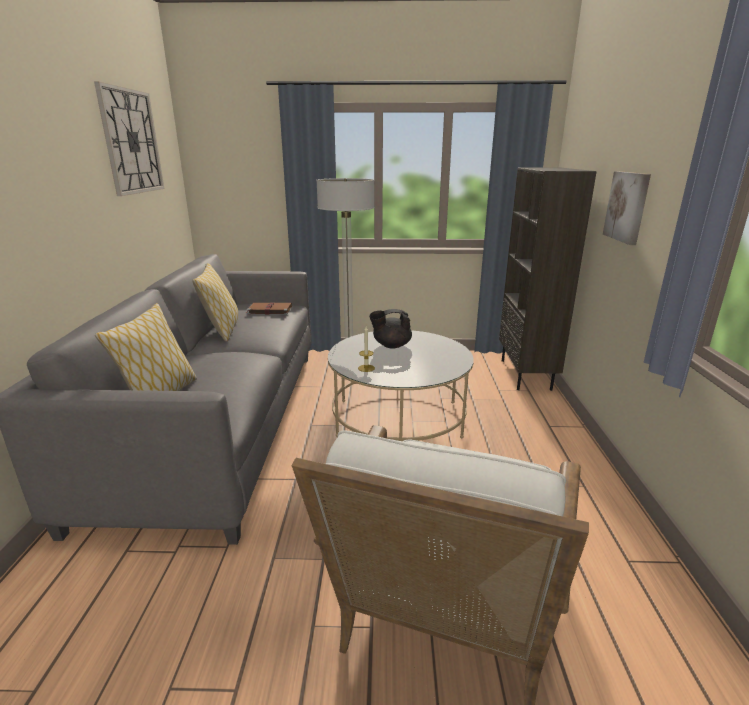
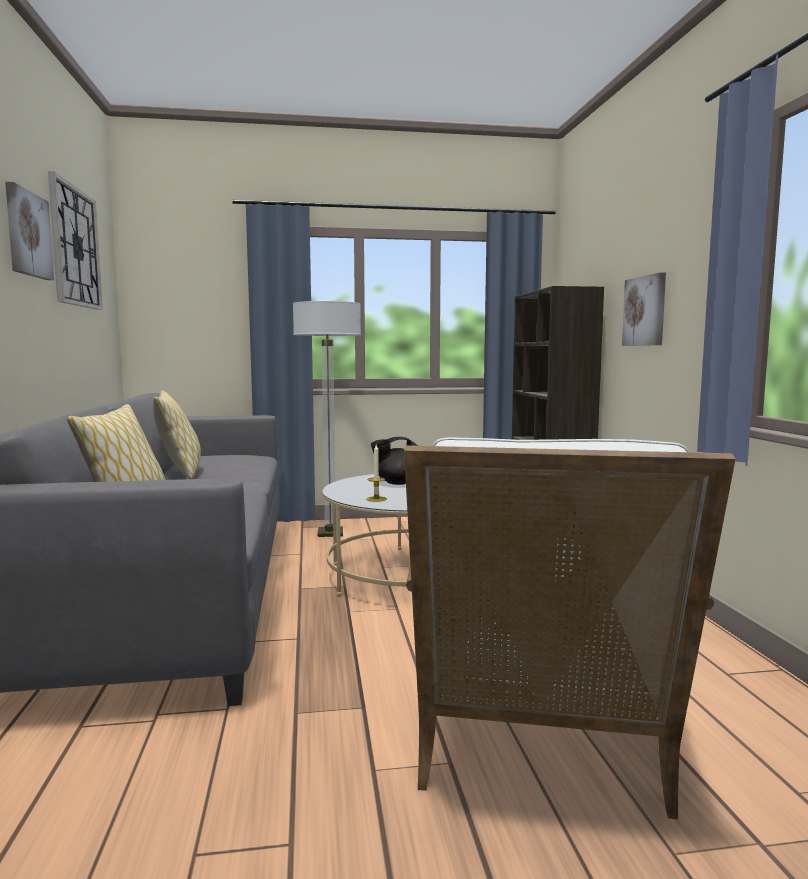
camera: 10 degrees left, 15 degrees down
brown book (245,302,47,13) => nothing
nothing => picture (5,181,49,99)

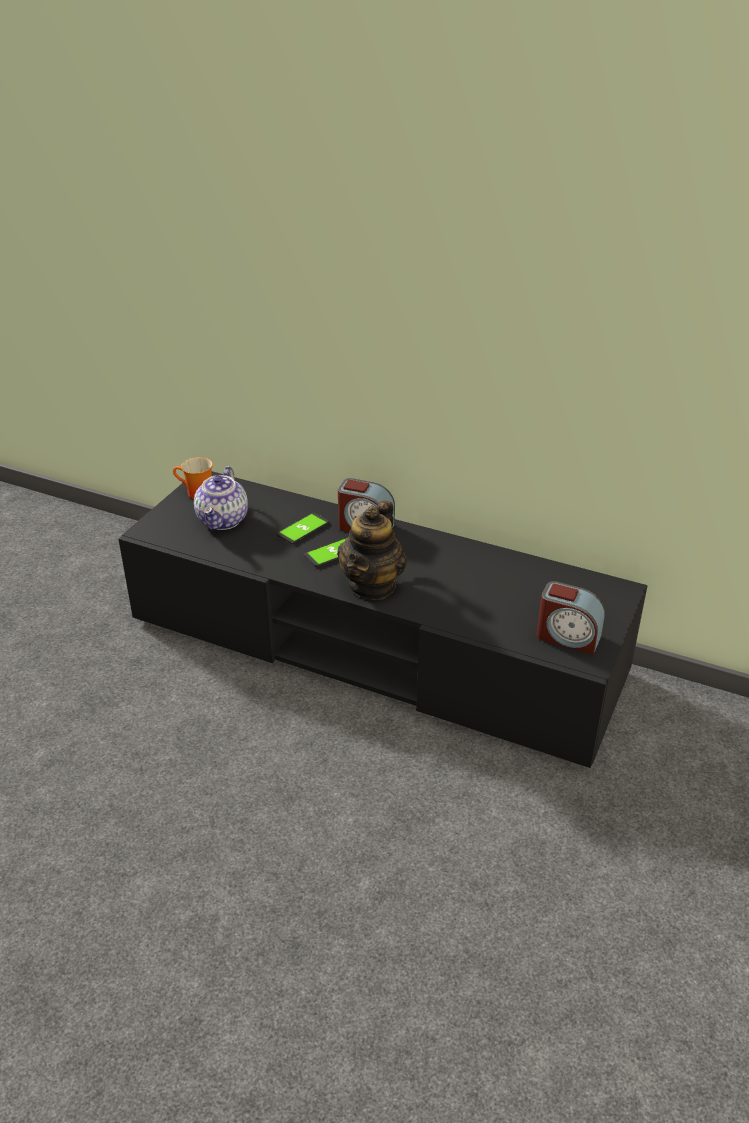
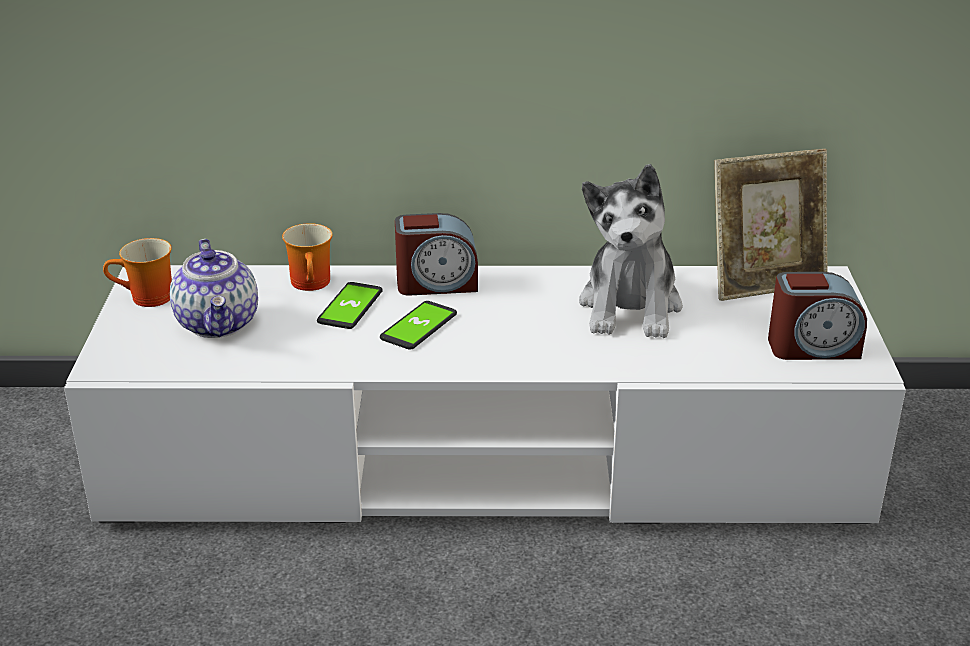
camera: 25 degrees left, 5 degrees down
black tv stand (118,471,530,297) => white tv stand (64,265,842,259)
teapot (337,500,70,100) => nothing
nothing => picture frame (714,149,114,152)
nothing => plush toy (579,164,104,174)
nothing => mug (282,223,51,68)

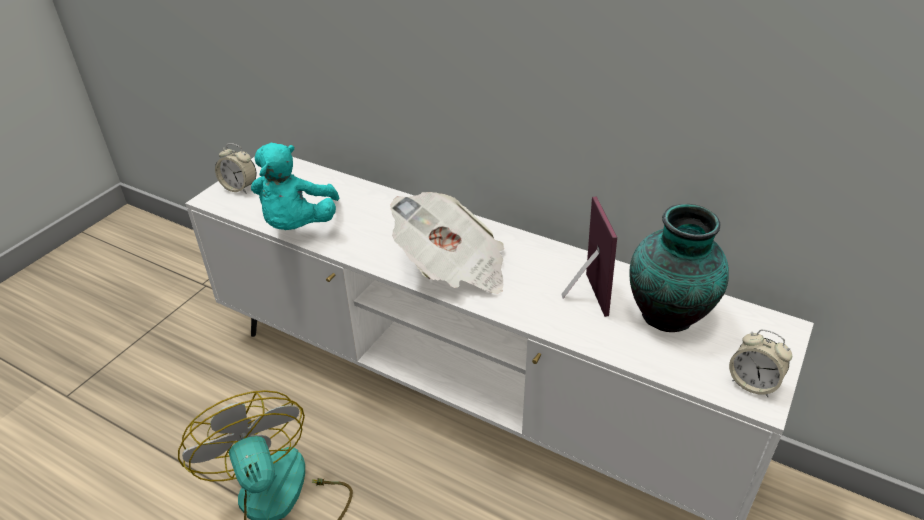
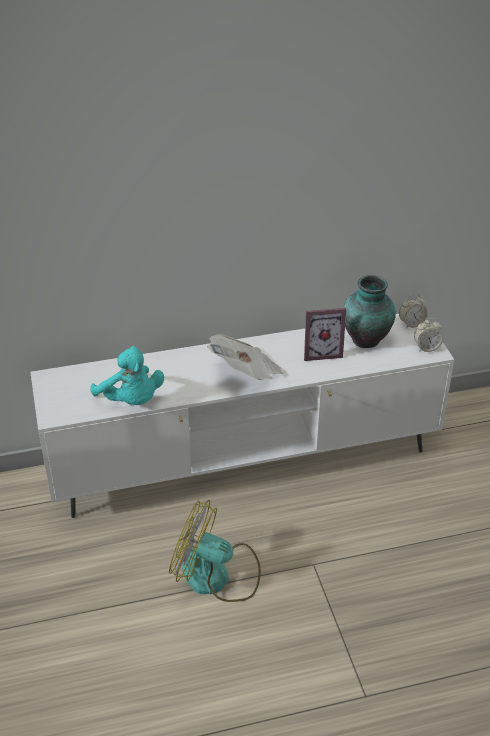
camera: 45 degrees left, 0 degrees up
alarm clock (215,143,41,51) => alarm clock (399,294,28,34), move
picture frame (561,196,56,121) => picture frame (304,308,42,53), 135 degrees clockwise

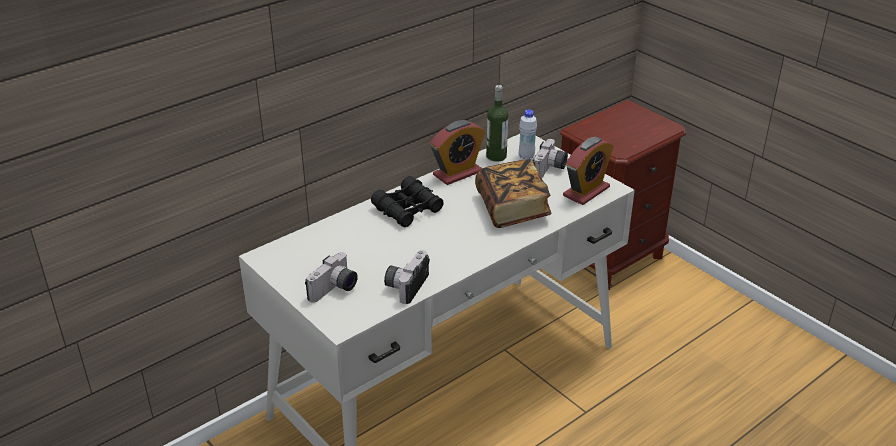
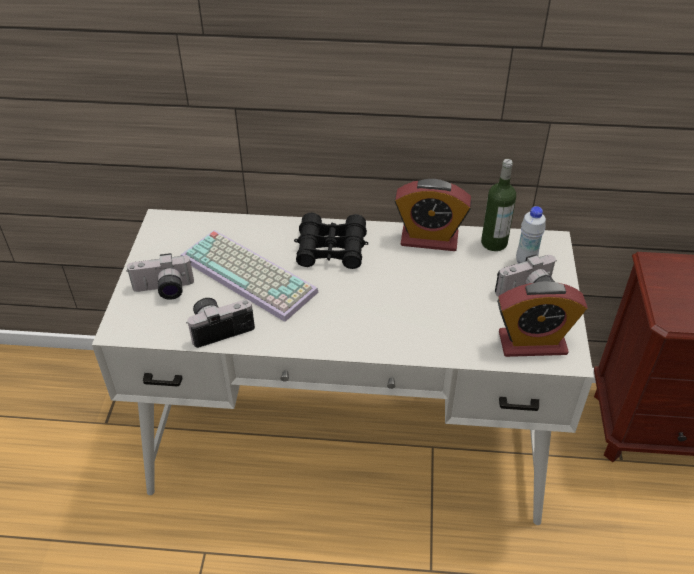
camera: 45 degrees right, 10 degrees up
book (475,159,77,69) => nothing
nothing => keyboard (181,230,138,92)

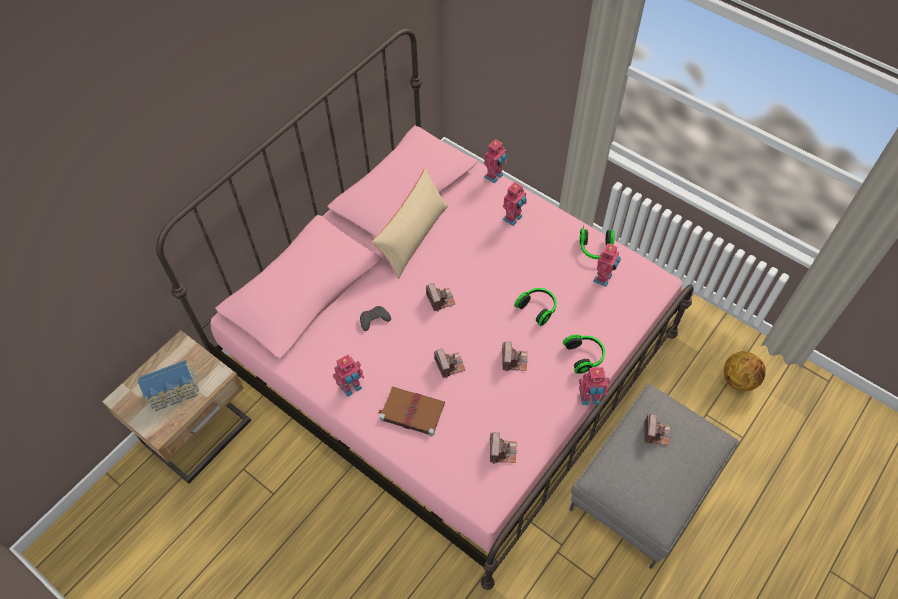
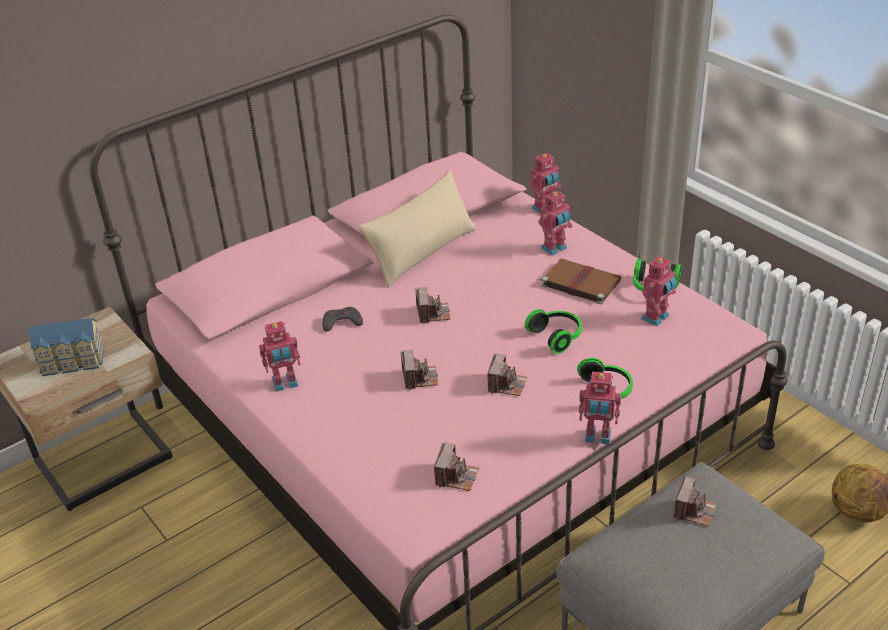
camera: 15 degrees right, 20 degrees down
brown book (378,386,67,50) => brown book (541,259,80,45), move

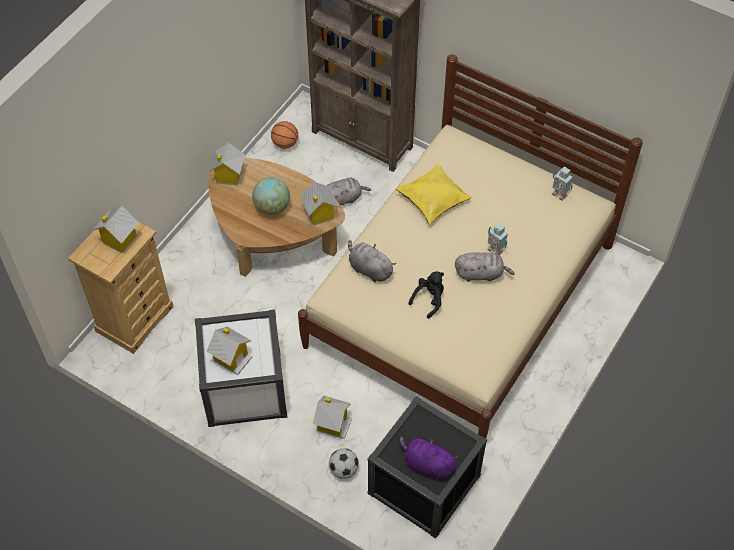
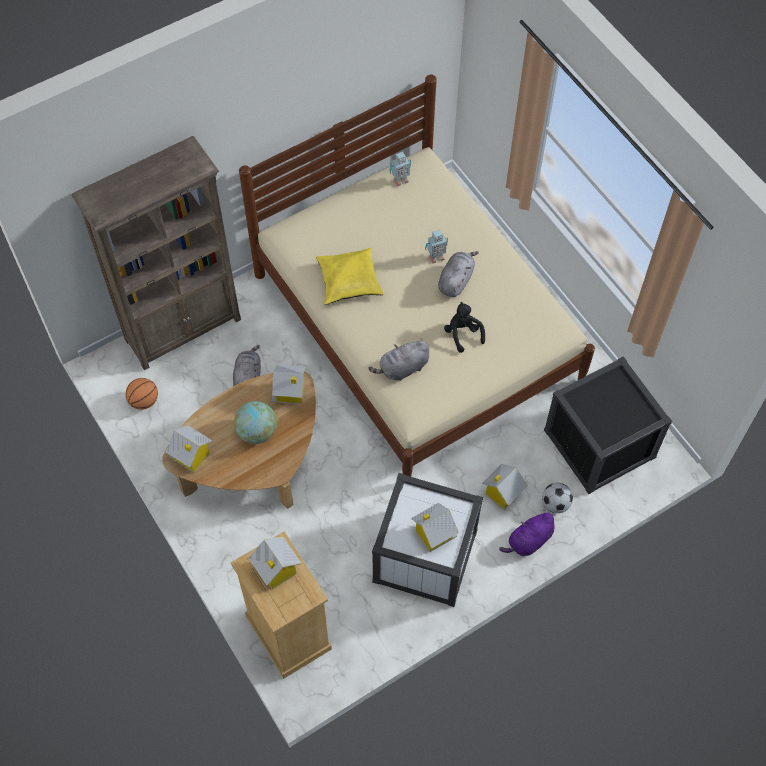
camera: 65 degrees left, 5 degrees up
purple plush toy (399,436,59,43) => purple plush toy (499,510,56,46), move

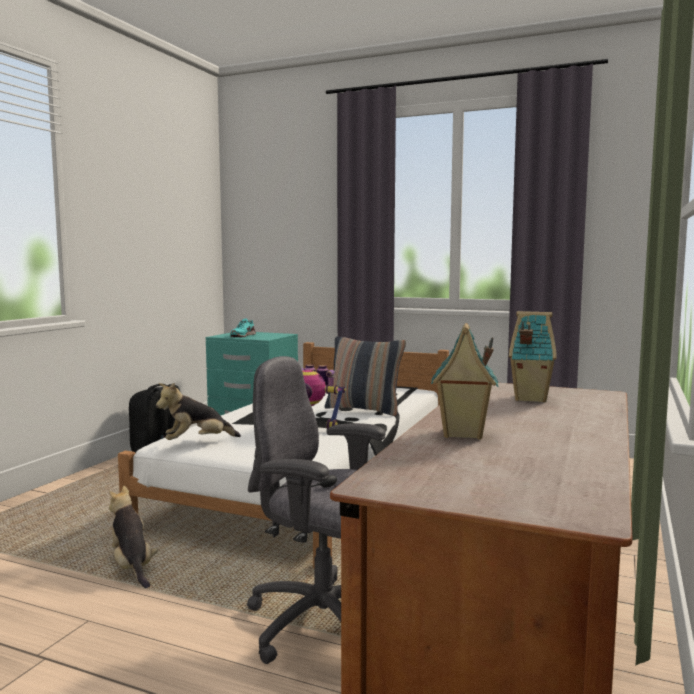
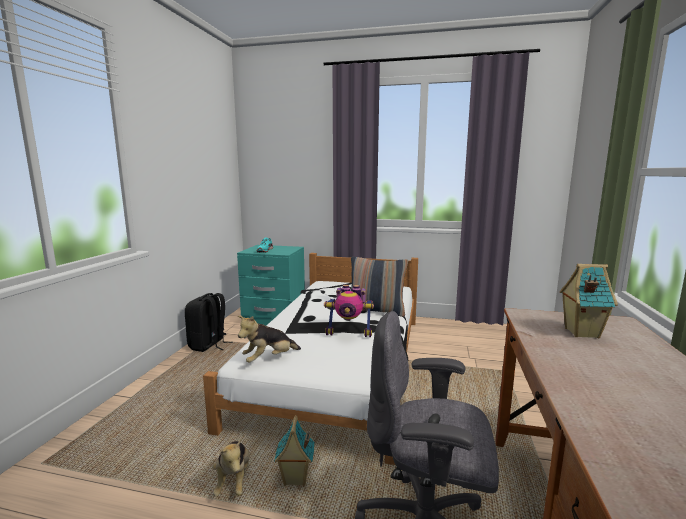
camera: 10 degrees left, 5 degrees up
toy house (431,323,67,117) => toy house (274,415,41,71), move
plush toy (109,486,49,102) => plush toy (212,439,38,57), 150 degrees counterclockwise

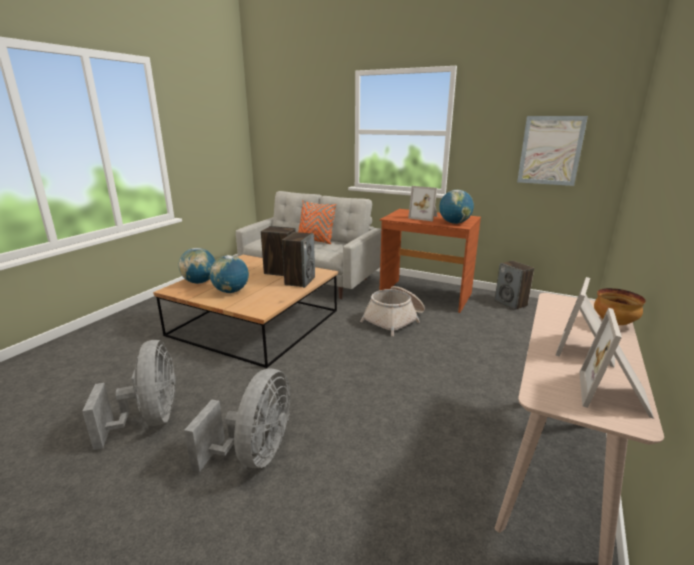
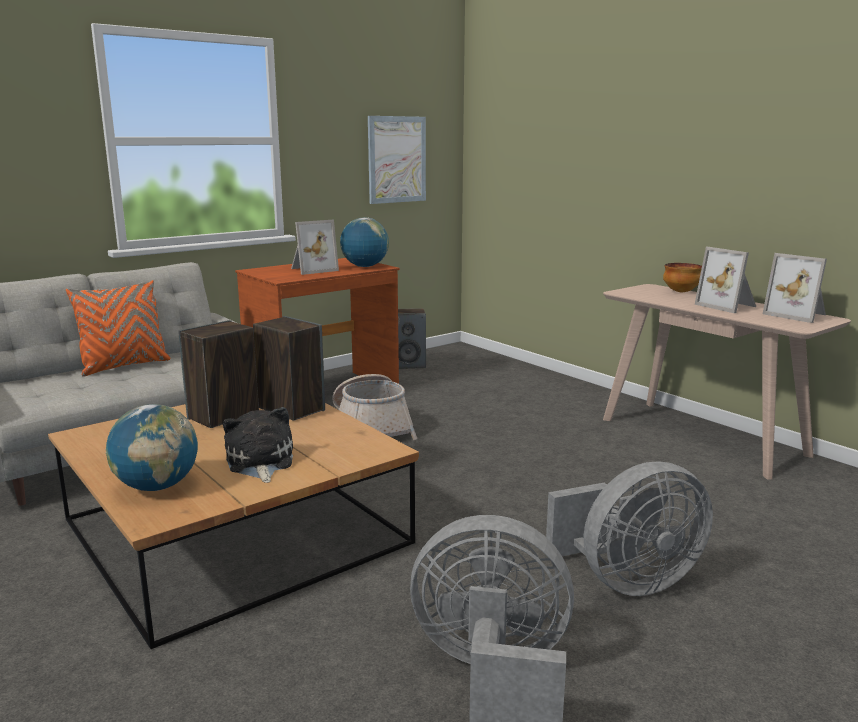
camera: 65 degrees left, 5 degrees down
globe (210,255,39,38) => plush toy (223,407,70,76)
grey fan (184,369,106,103) => grey fan (546,462,167,134), 120 degrees clockwise

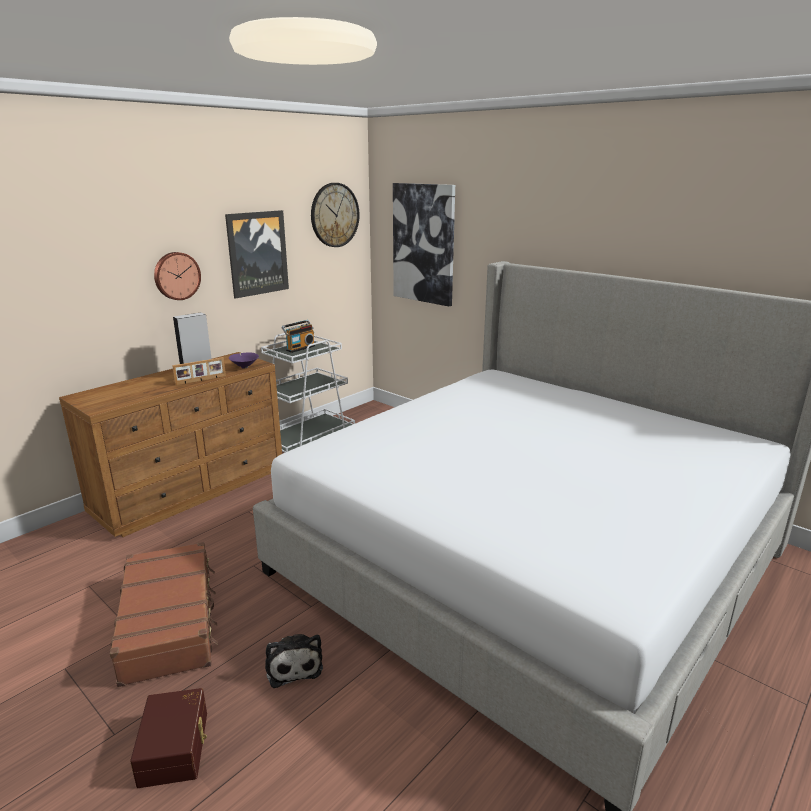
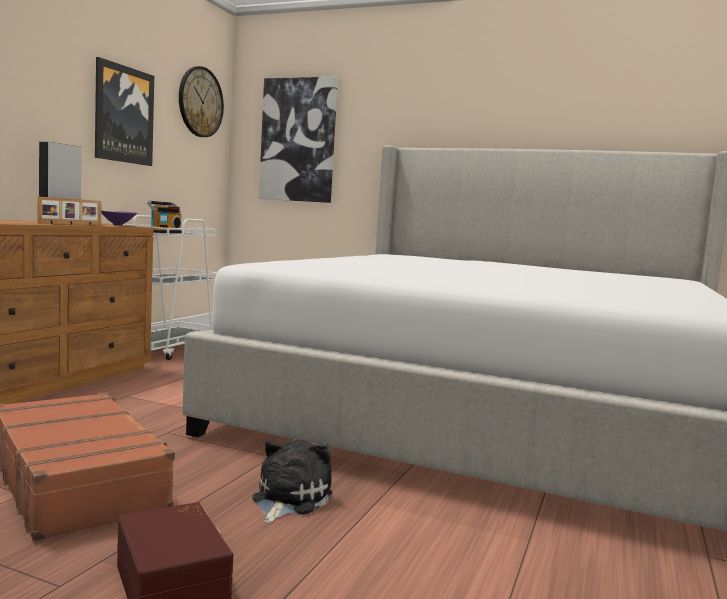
camera: 20 degrees left, 15 degrees down
wall clock (154,252,47,48) => nothing
plush toy (265,634,58,54) => plush toy (252,439,81,85), 120 degrees counterclockwise

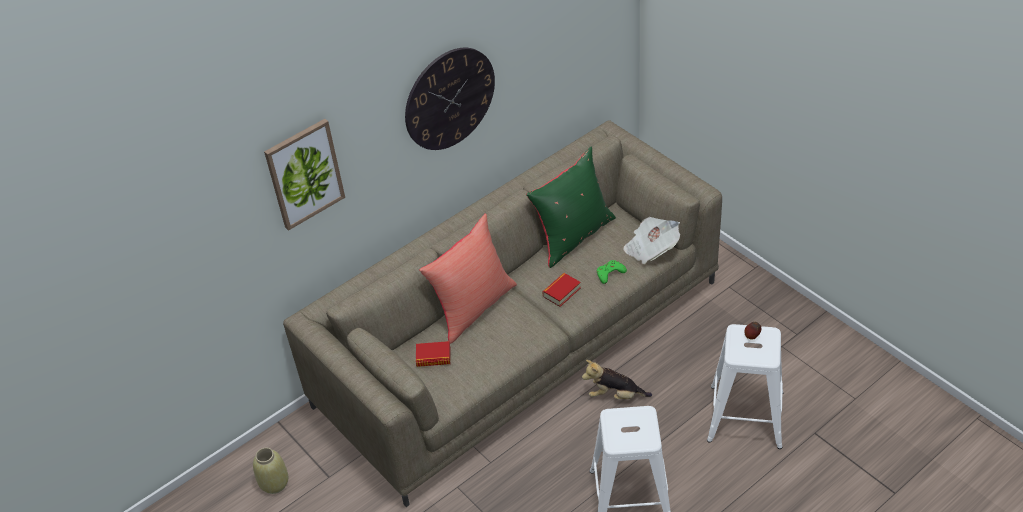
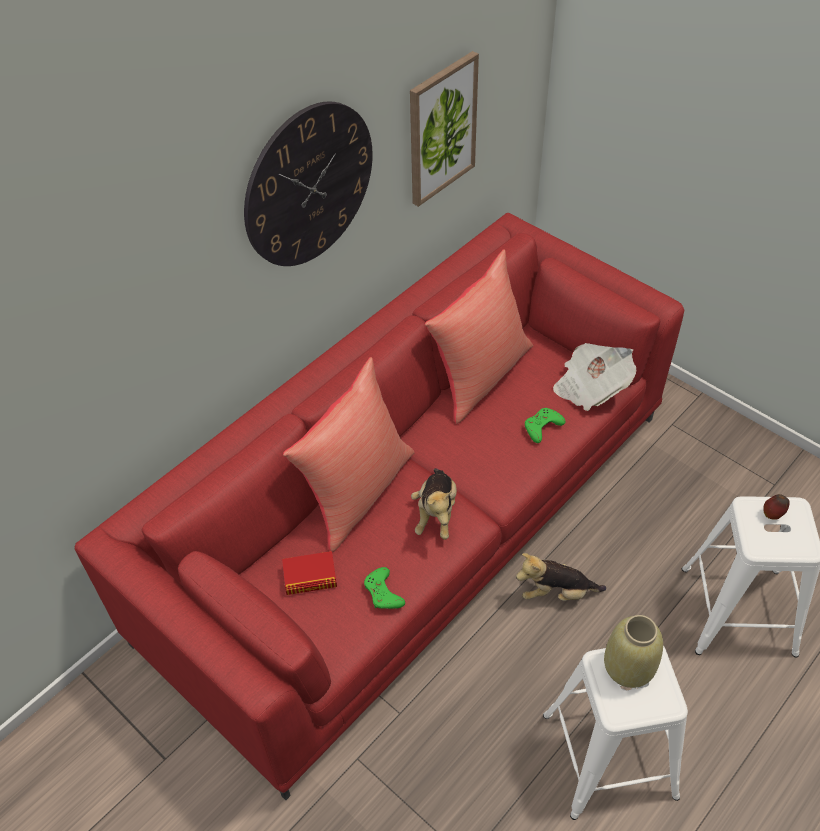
camera: 10 degrees left, 5 degrees up
picture (264,119,81,112) => picture (410,51,69,156), move
beige sofa (283,120,439,387) => red sofa (75,213,609,587)
green pillow (526,147,90,121) => red pillow (425,250,108,174)
book (542,273,39,34) => nothing
beige vase (253,447,36,47) => beige vase (604,615,59,73), move
nothing => plush toy (411,468,46,72)
nothing => green game controller (364,567,41,42)

